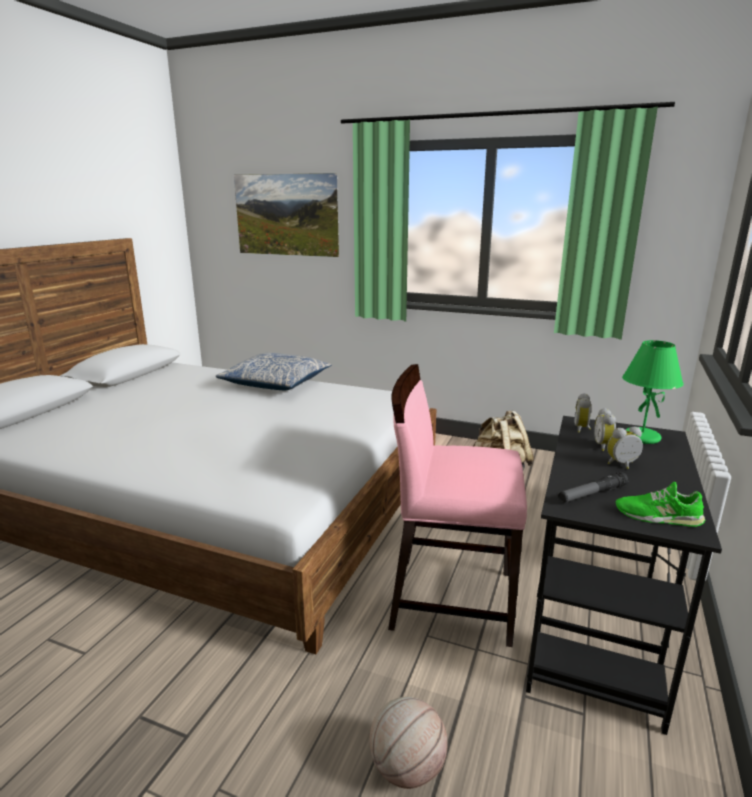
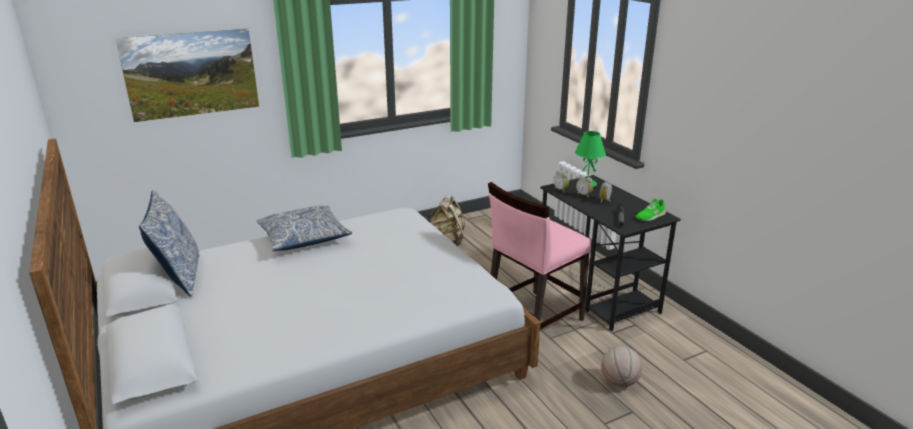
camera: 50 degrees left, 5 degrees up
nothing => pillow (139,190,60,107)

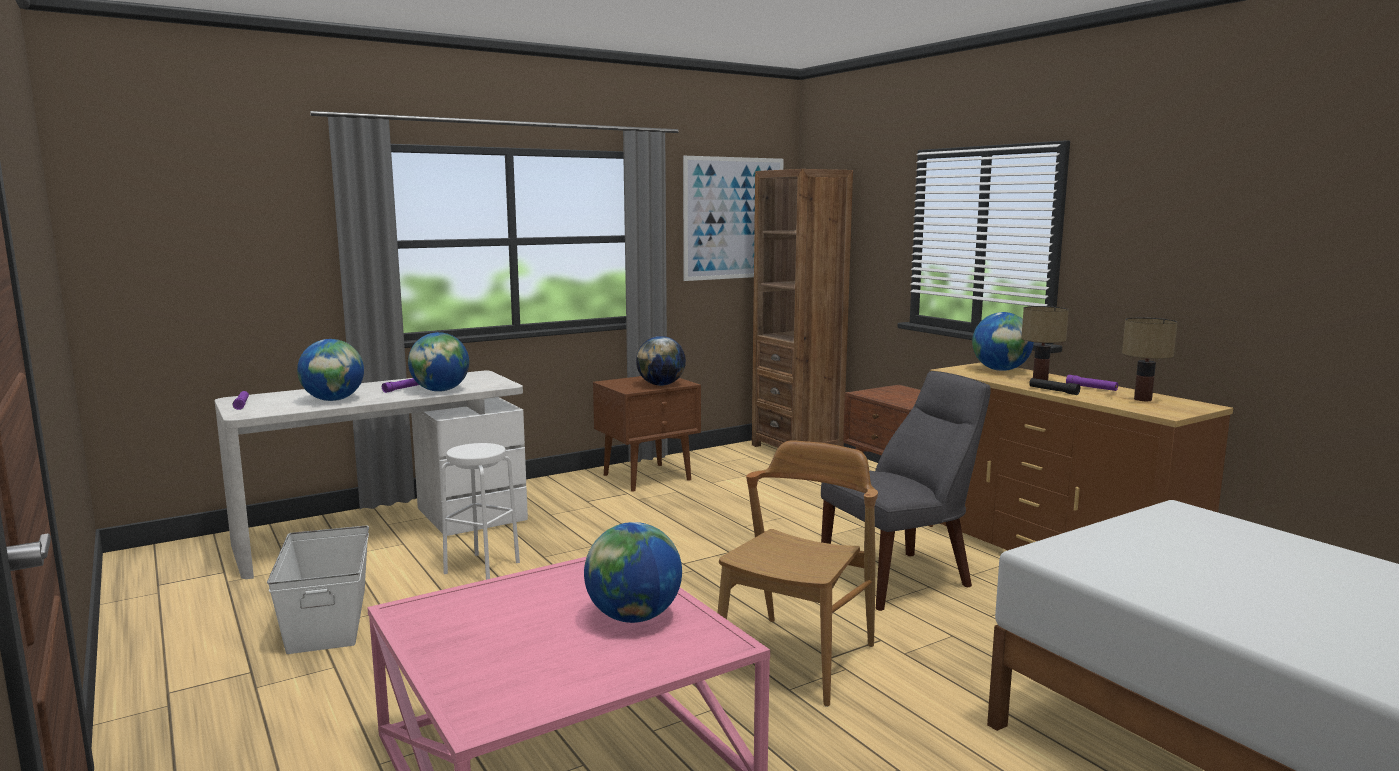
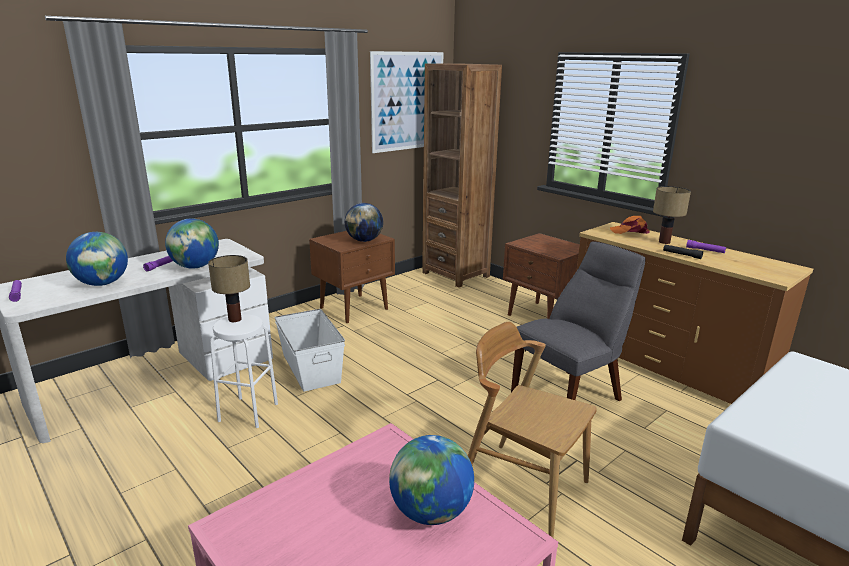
camera: 10 degrees left, 10 degrees up
globe (972,312,62,59) => orange cap (610,216,40,18)
table lamp (1122,317,56,84) => table lamp (208,255,42,67), move
brown chair (718,440,160,267) => brown chair (468,322,129,216), 75 degrees counterclockwise
white storage box (267,526,102,128) => white storage box (274,309,71,83), move

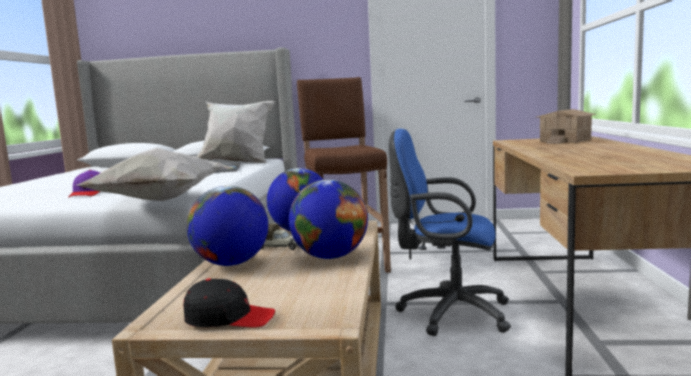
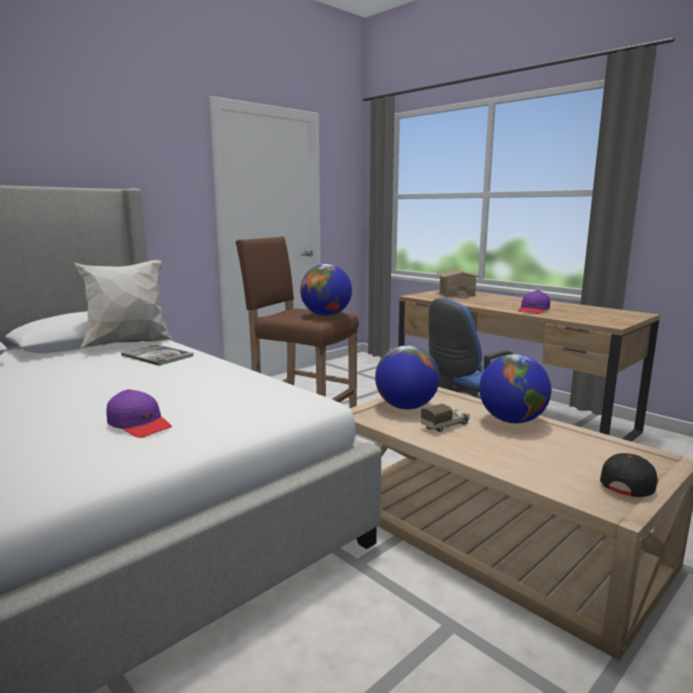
camera: 50 degrees left, 5 degrees up
white pillow (77,148,148,53) => nothing
globe (186,186,82,80) => globe (300,264,52,52), move
nothing => purple cap (518,290,32,24)

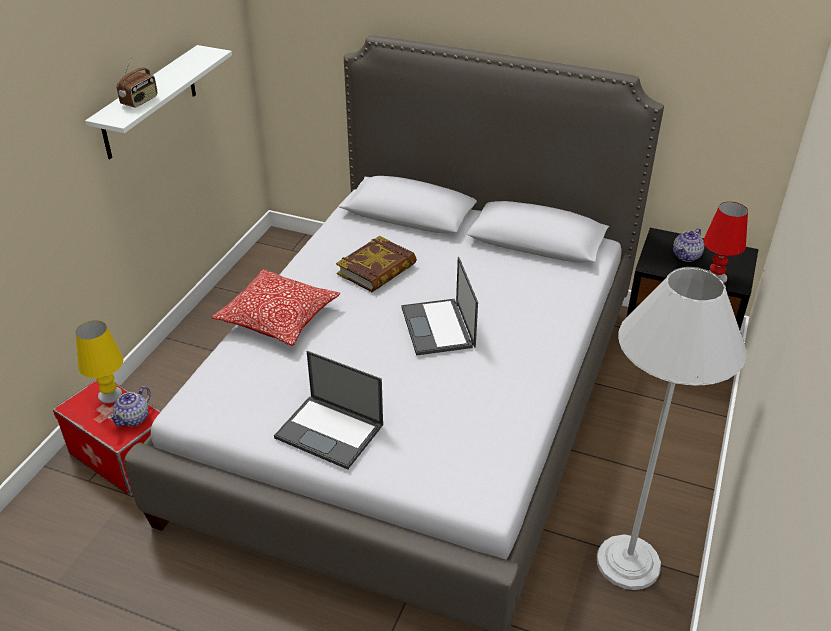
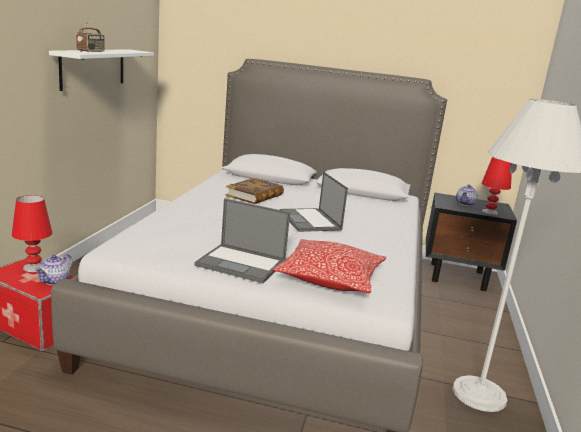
camera: 10 degrees left, 20 degrees down
pillow (211,269,129,77) => pillow (273,239,113,55), move
yellow table lamp (76,320,47,83) => red table lamp (12,195,40,77)

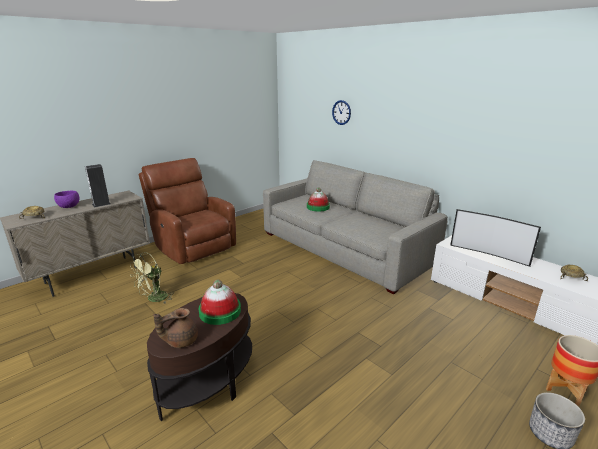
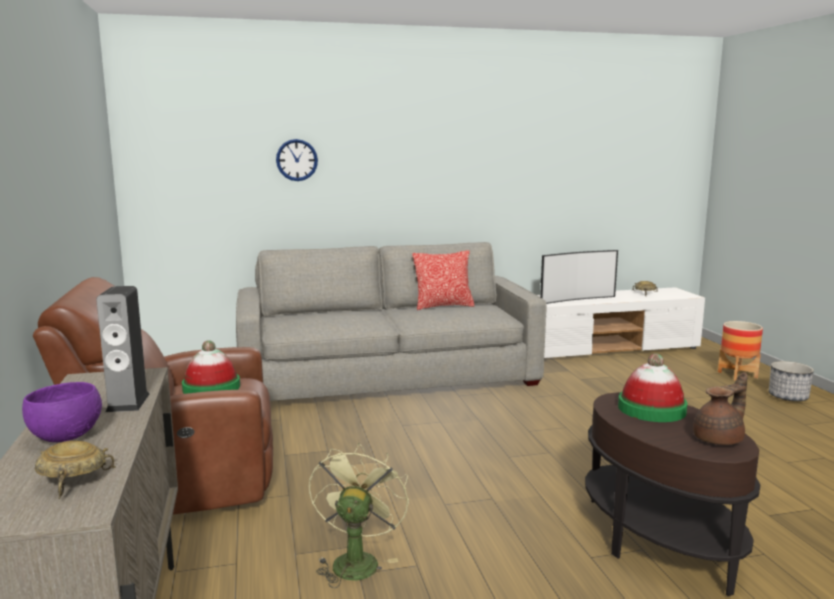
camera: 60 degrees left, 10 degrees down
hat (307,188,23,24) => hat (182,340,58,54), move
green fan (130,252,43,52) => green fan (309,443,100,145), 150 degrees counterclockwise
brown teapot (153,308,45,40) => brown teapot (693,372,55,73), 120 degrees counterclockwise
nothing => pillow (413,250,62,60)

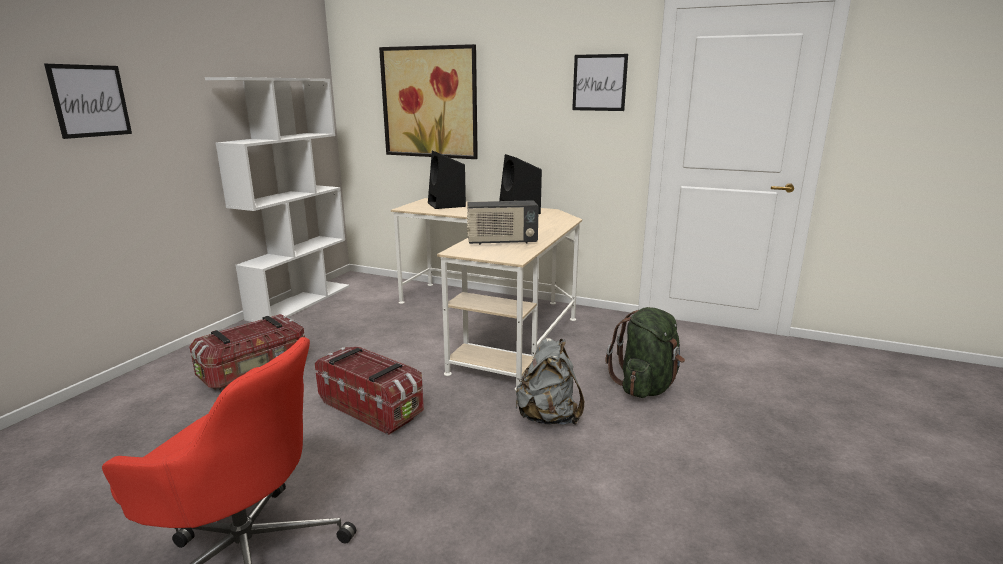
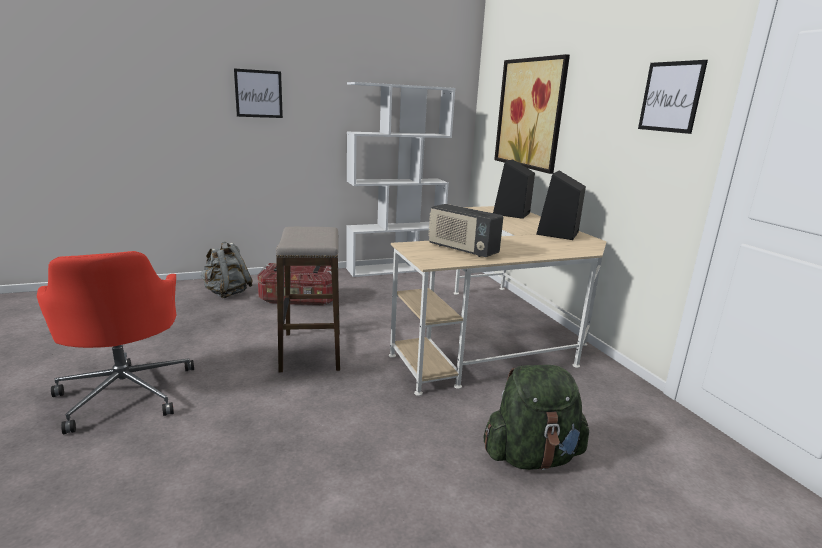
camera: 45 degrees right, 0 degrees up
grey backpack (515,338,69,87) => grey backpack (201,242,52,56), move
storage box (315,347,109,88) => stool (276,227,64,146)

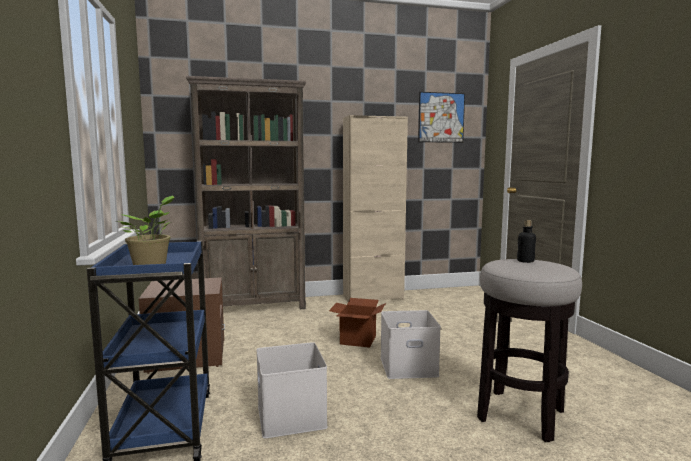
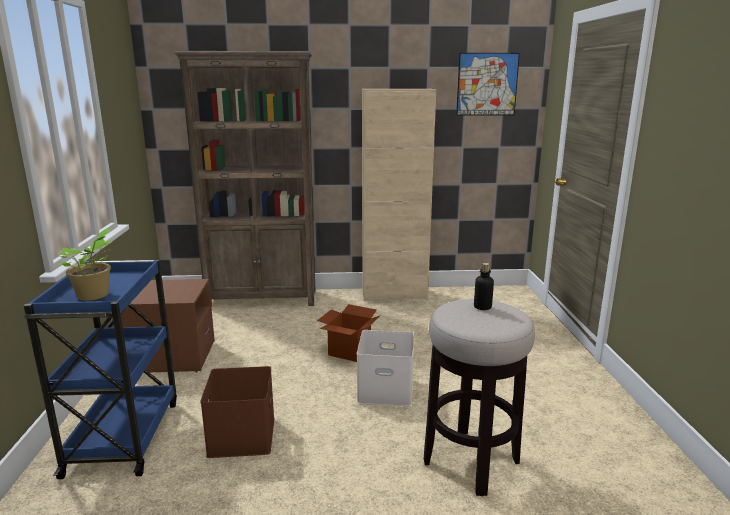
camera: 10 degrees right, 10 degrees up
white storage box (256,342,72,96) => brown storage box (201,366,74,92)

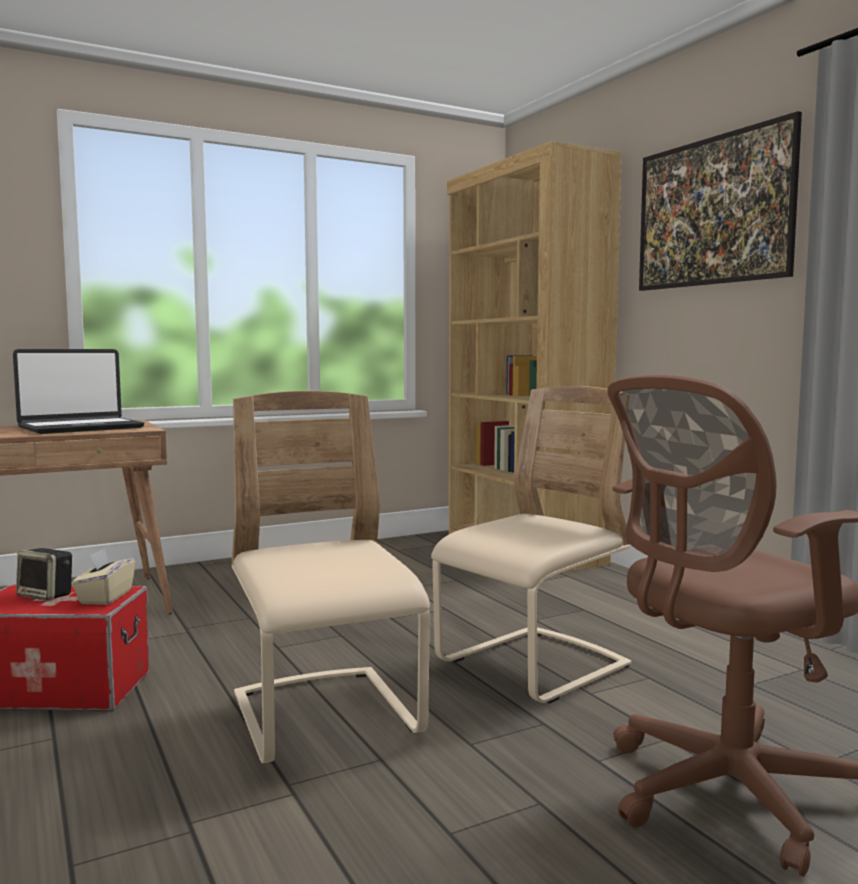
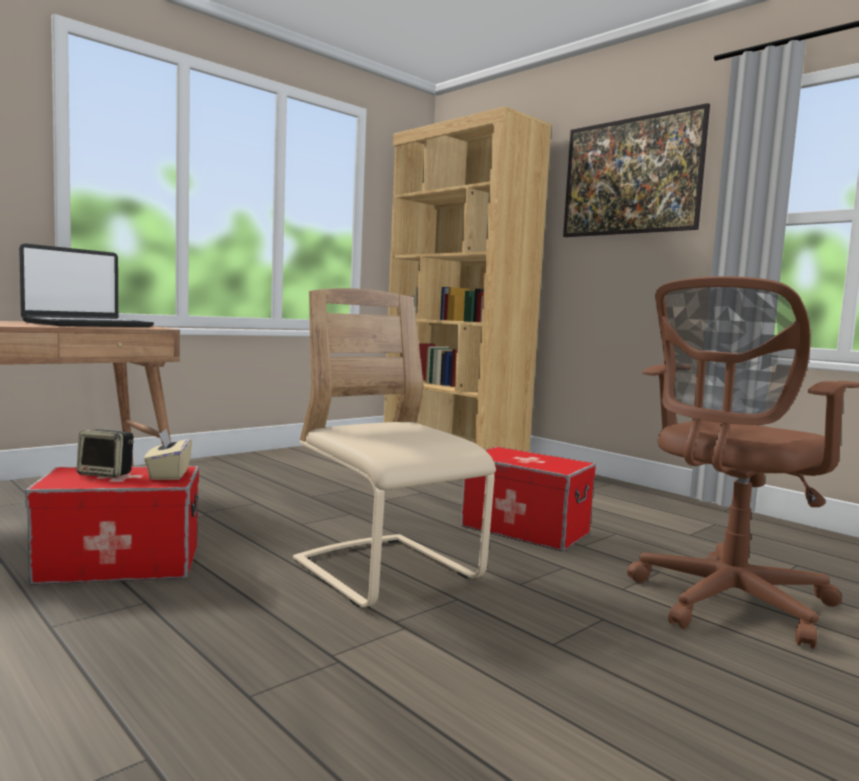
camera: 15 degrees left, 0 degrees up
beige chair (431,386,201,318) => storage box (461,447,135,104)

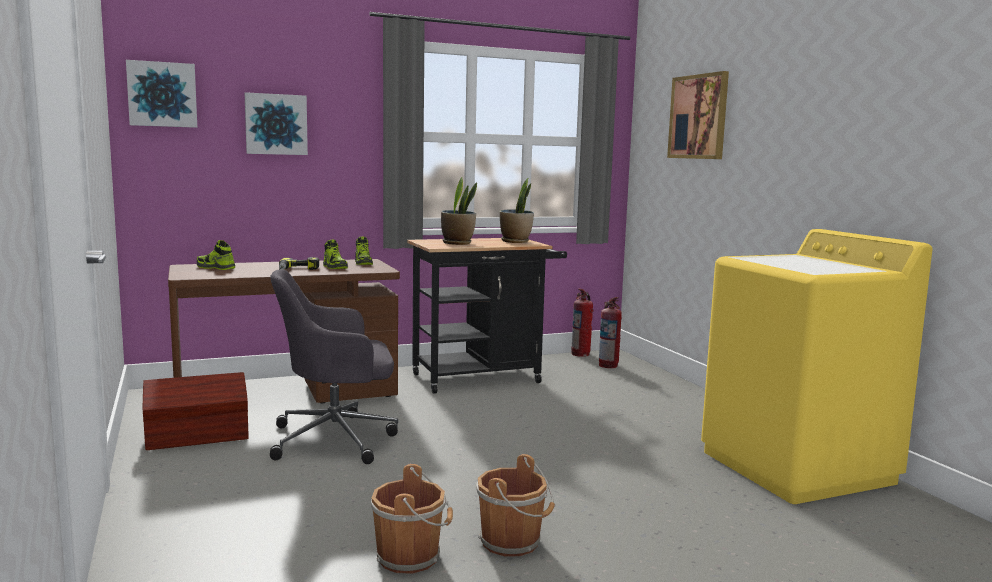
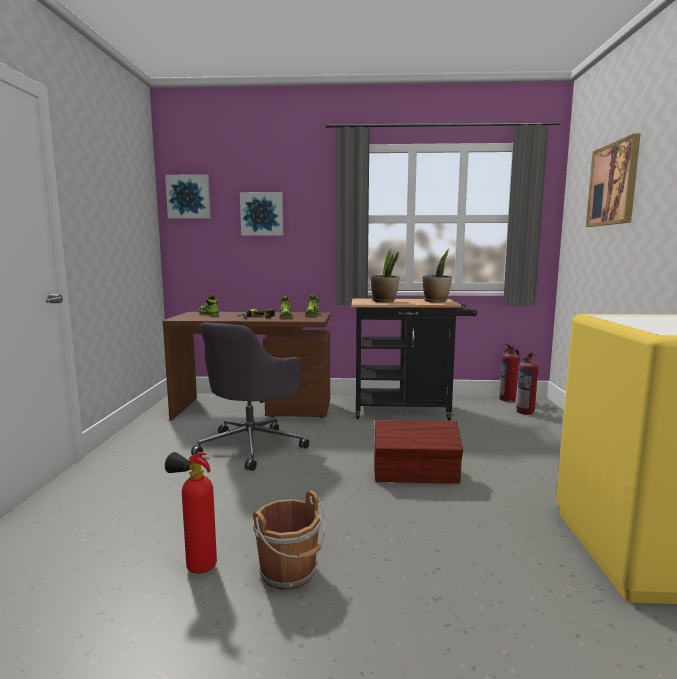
camera: 25 degrees right, 0 degrees up
grey office chair (270,269,128,195) => grey office chair (191,322,118,149), 75 degrees counterclockwise
brown storage box (143,372,105,78) => brown storage box (374,420,89,64), move
brown bucket (371,464,82,110) => fire extinguisher (165,452,52,122)

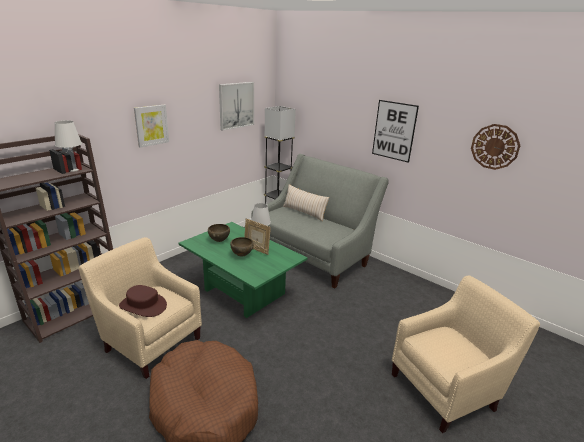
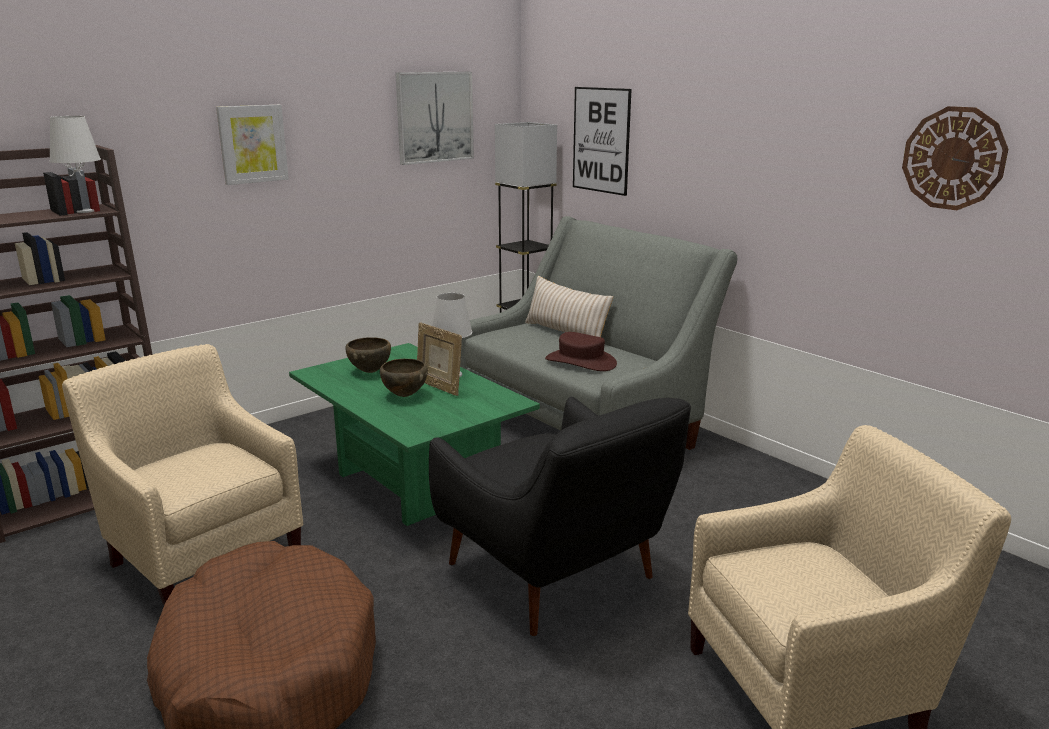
camera: 10 degrees right, 5 degrees down
picture (372,100,47,63) => picture (573,87,59,109), move
brown hat (119,285,48,32) => brown hat (545,332,72,39), move
nothing => black armchair (429,397,262,239)

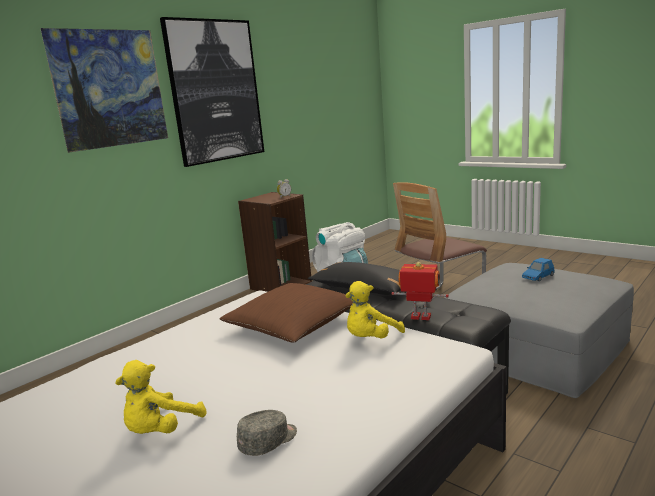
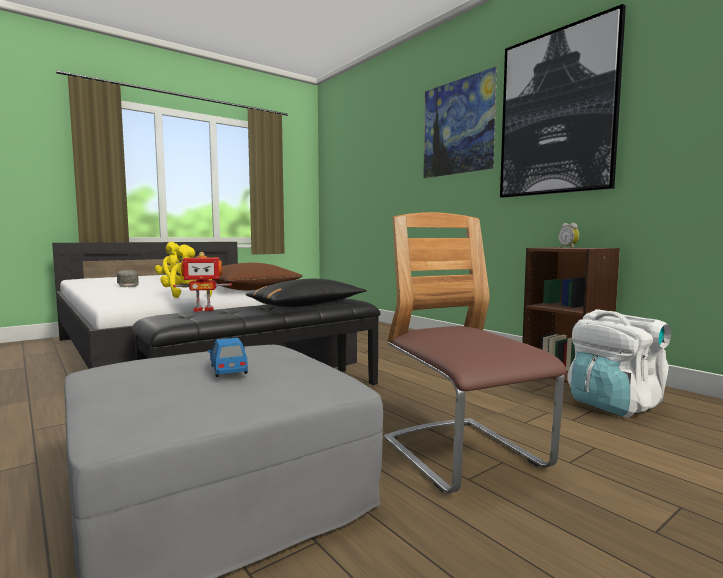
camera: 100 degrees right, 10 degrees down
toy robot (391,262,58,58) => toy robot (173,252,59,60), 45 degrees clockwise

